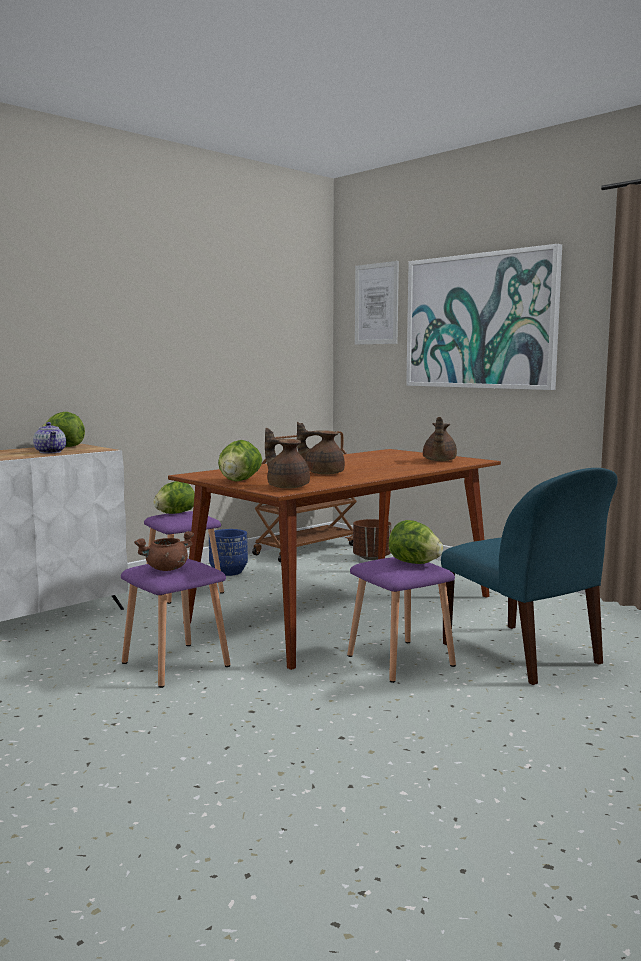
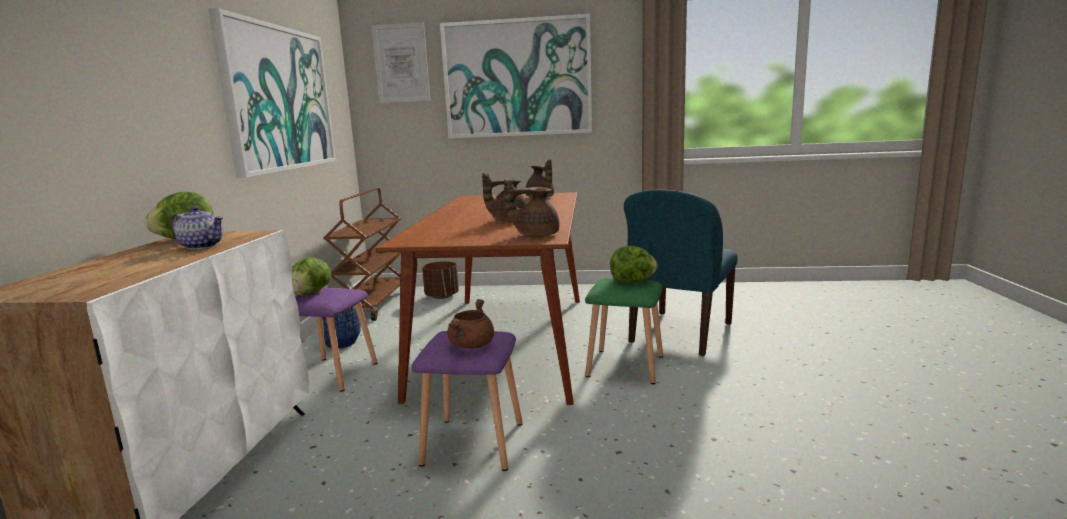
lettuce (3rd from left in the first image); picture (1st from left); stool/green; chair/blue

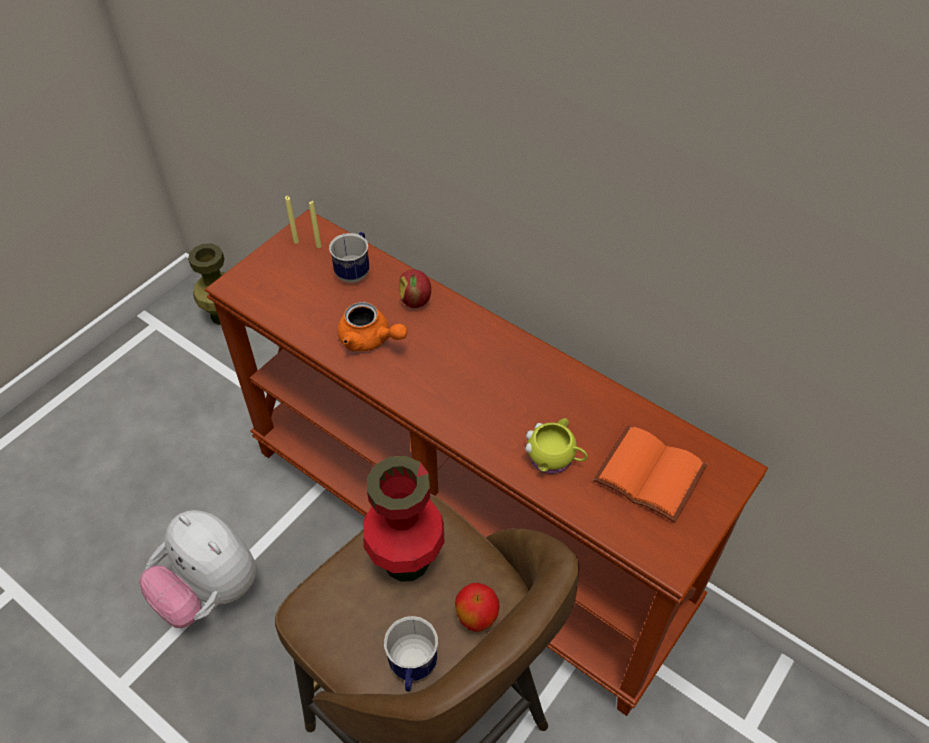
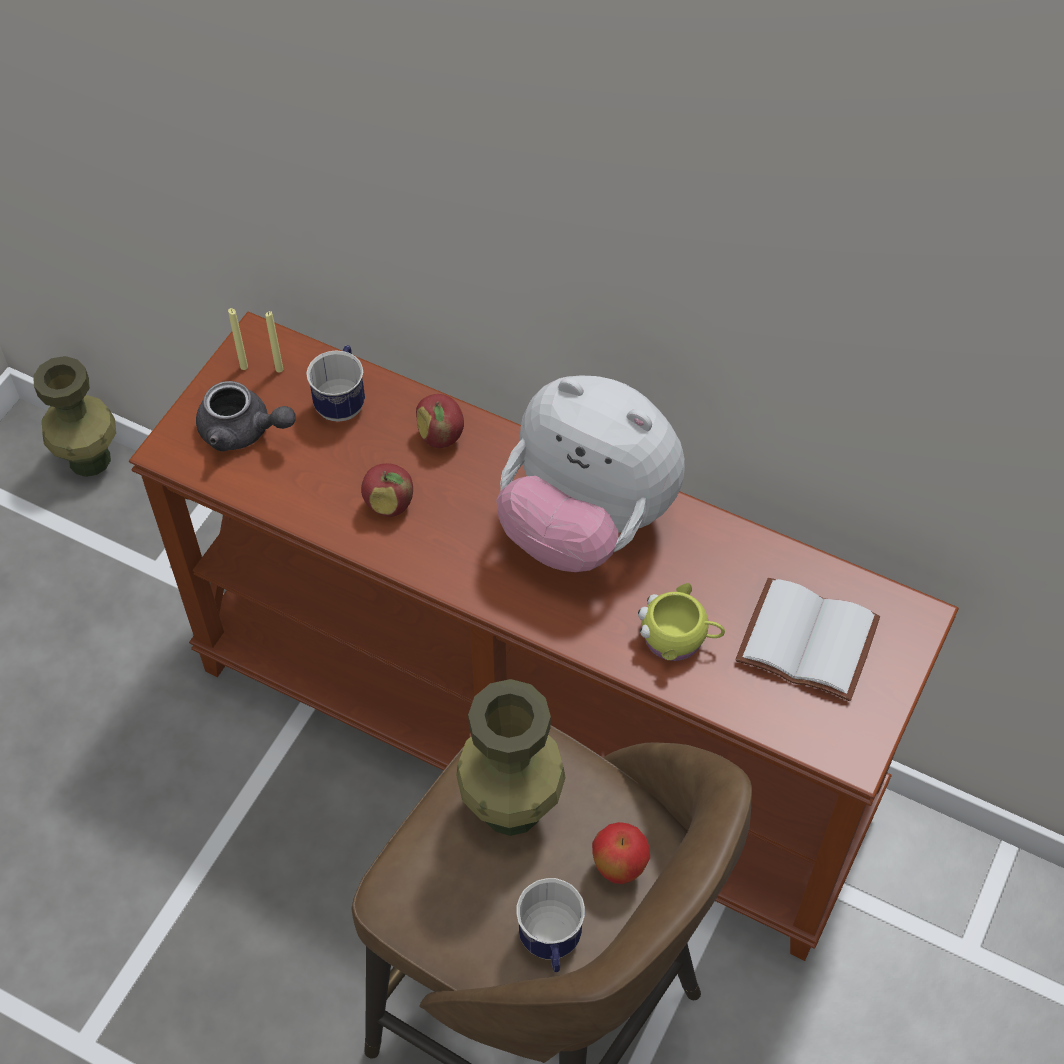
teapot/grey; plush toy; apple (1st from left); vase/green (2nd from left); book/white

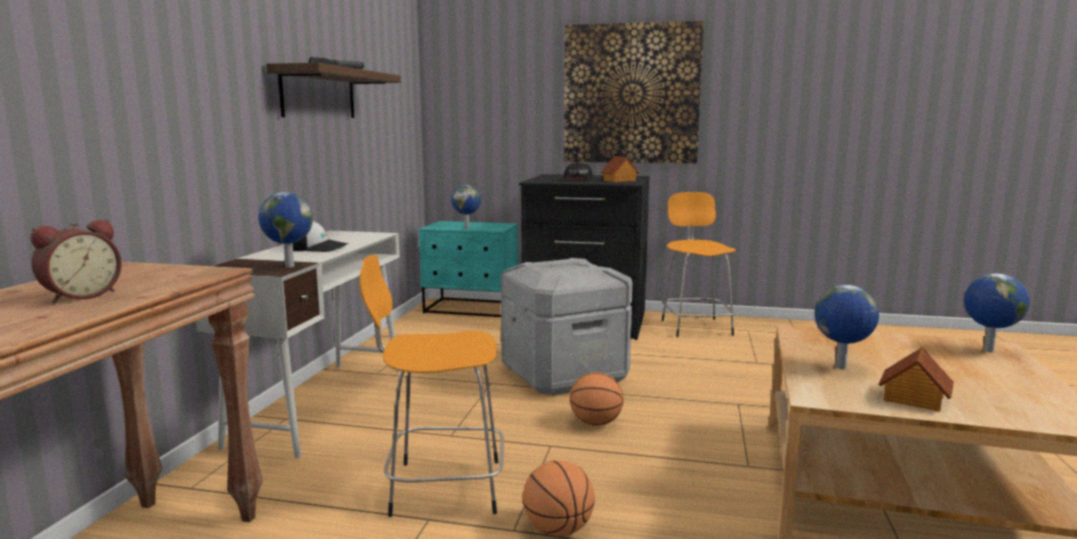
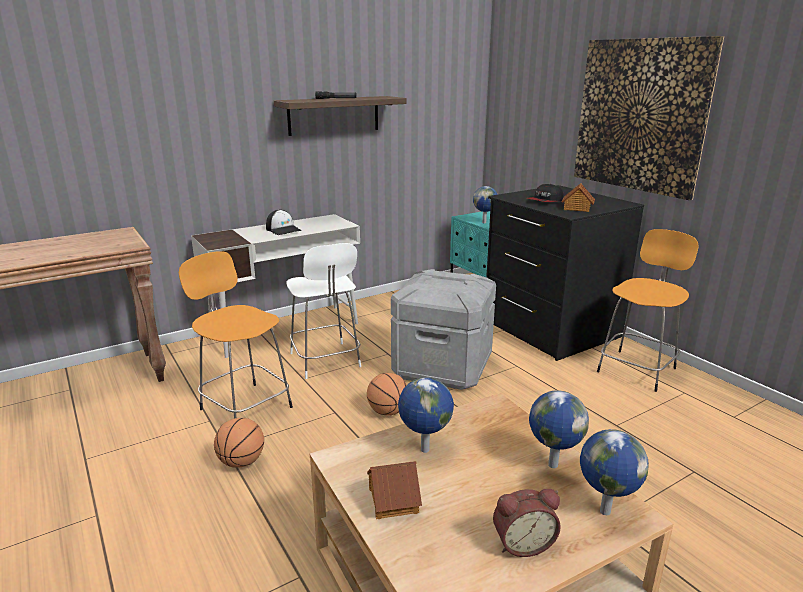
chair/white; alarm clock; globe (3rd from left)

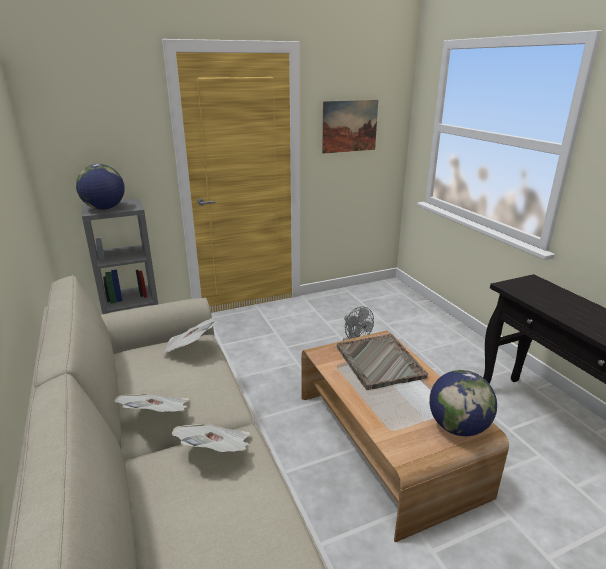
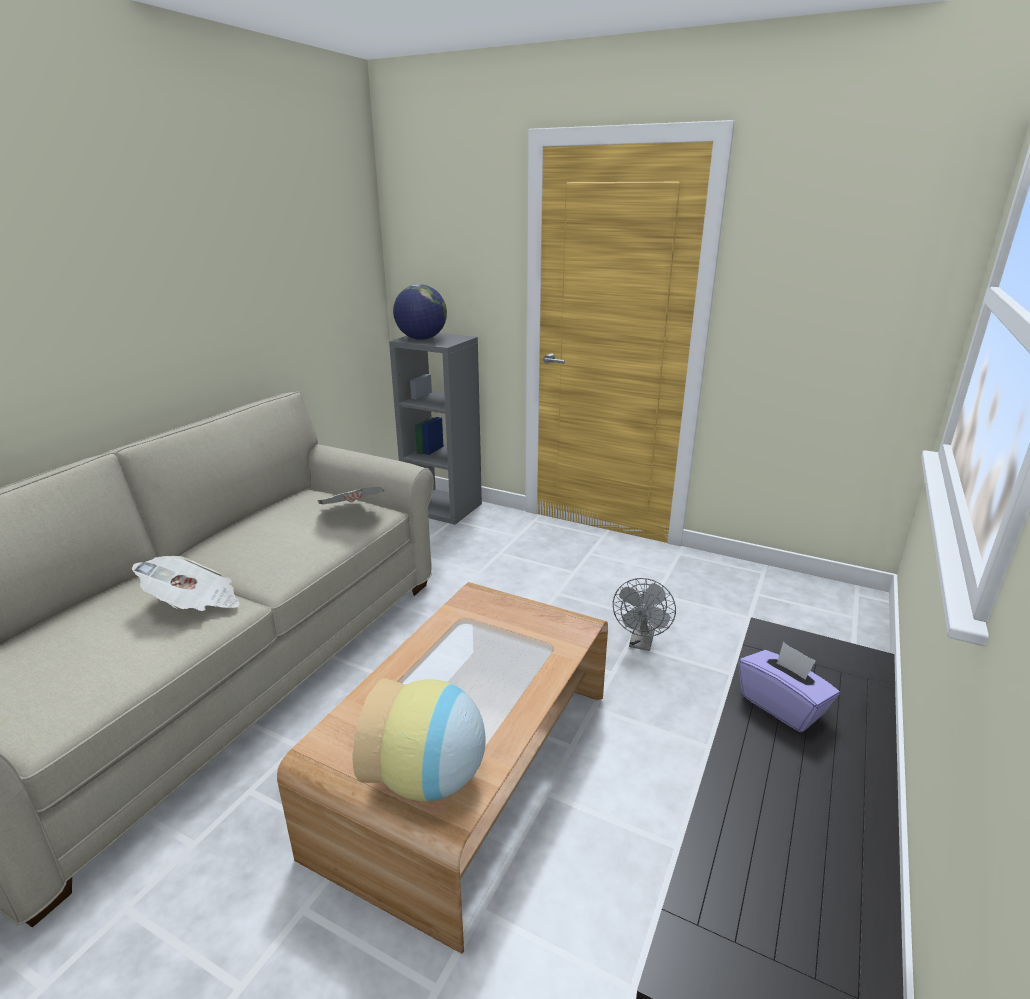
newspaper (1st from left in the first image); picture; tray/grey; tissue box/purple; vase

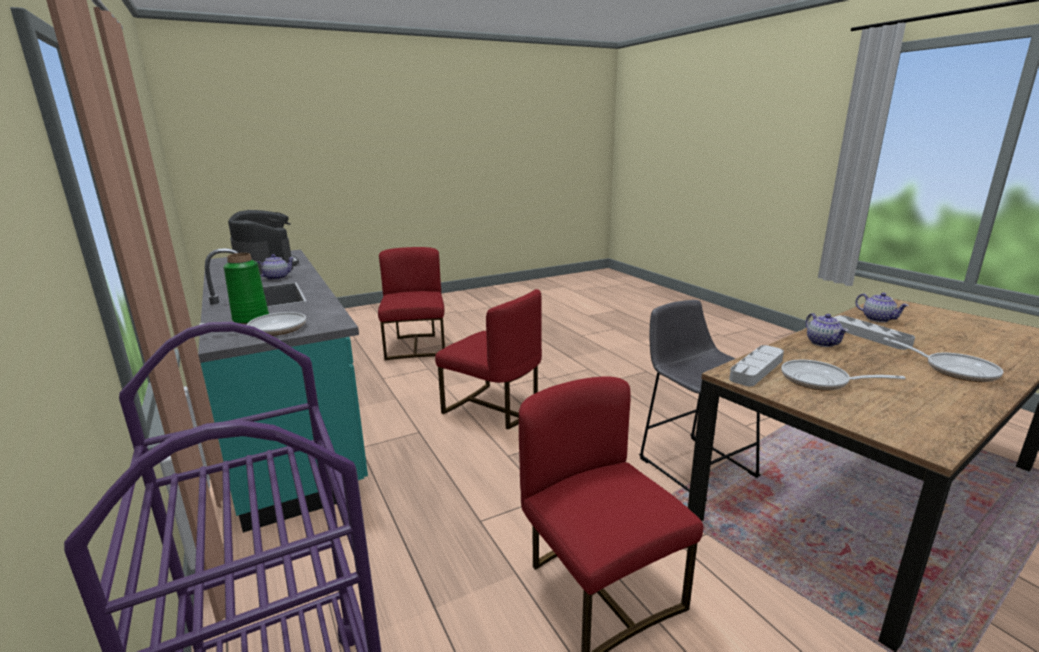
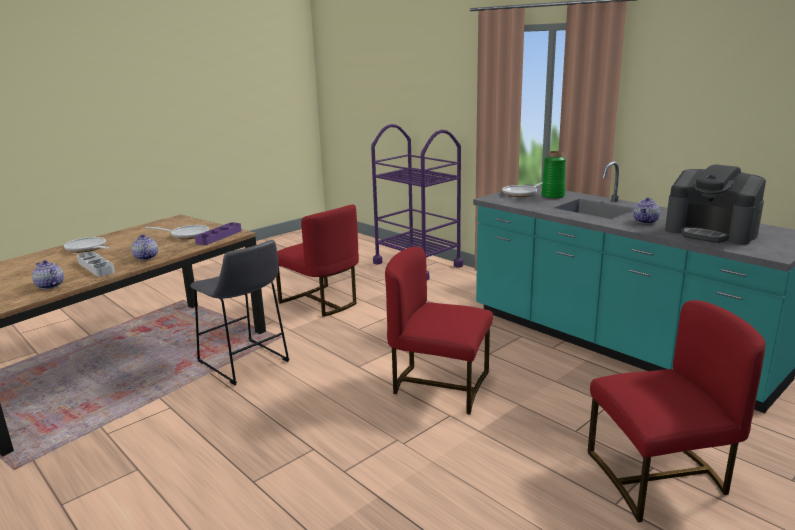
tray/purple; chair/red (3rd from left)

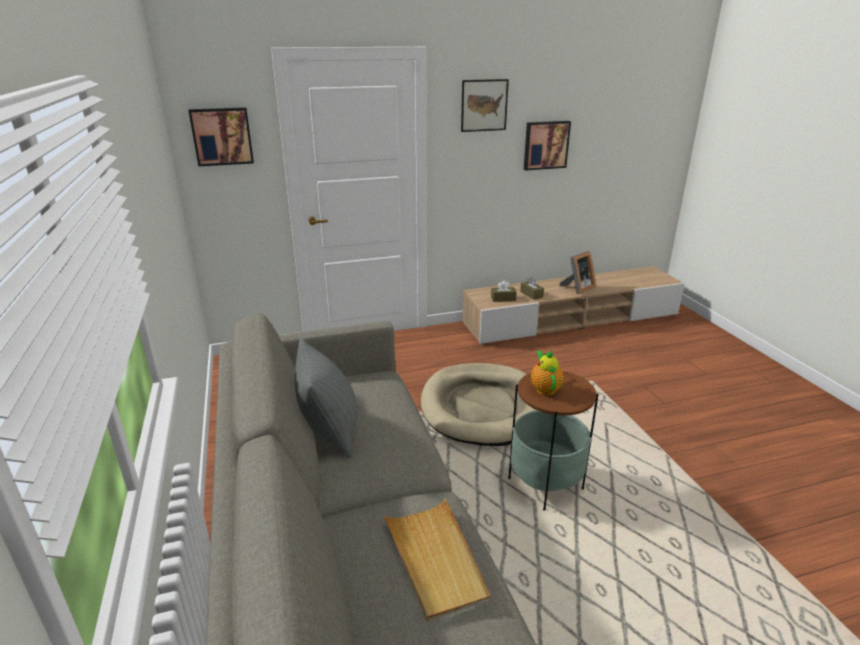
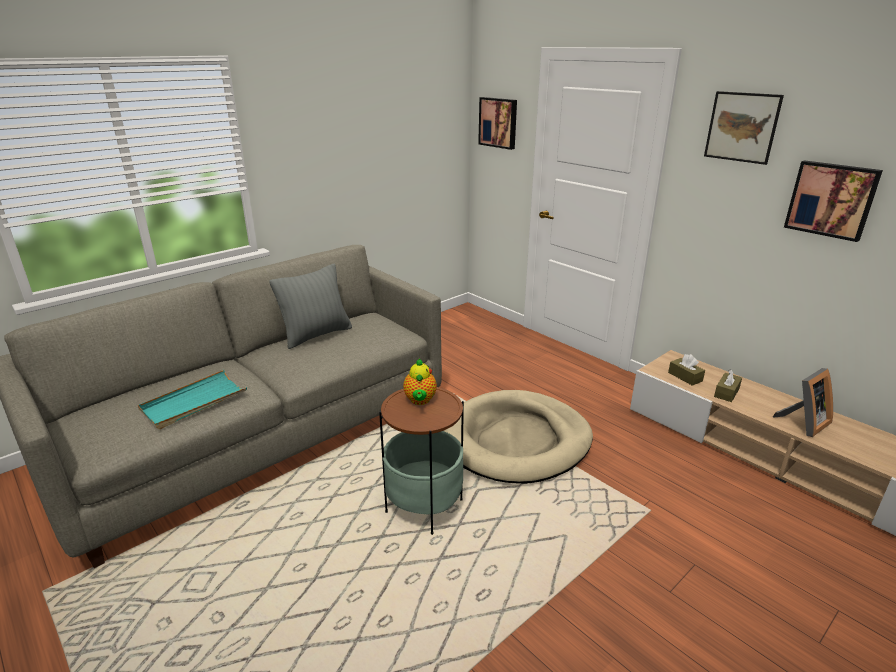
tray/turquoise; teapot; picture frame

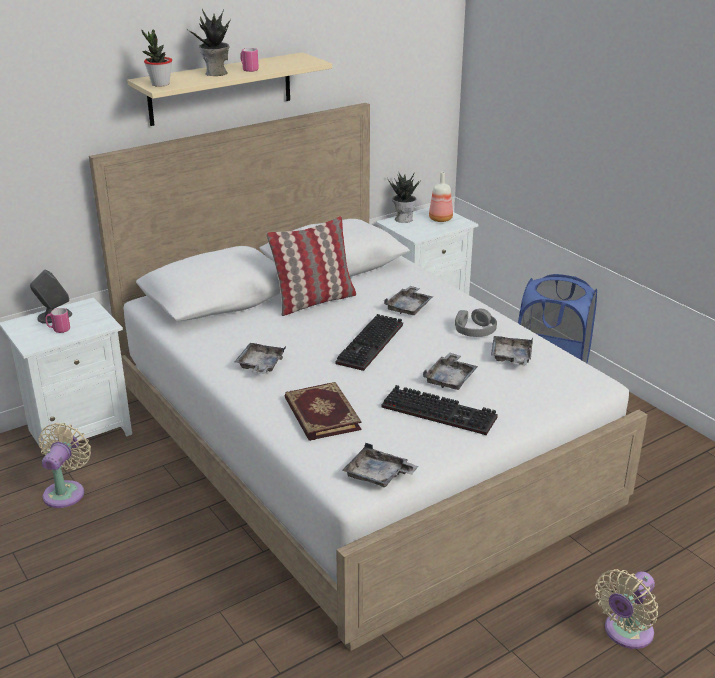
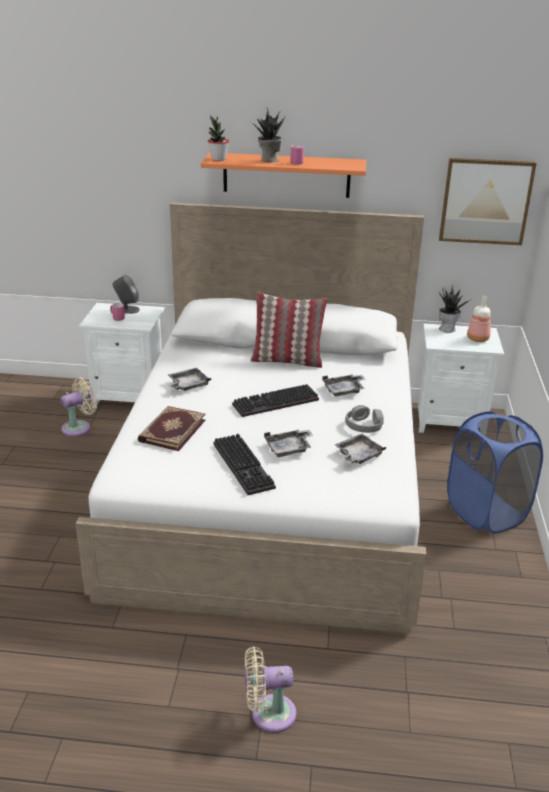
tray/grey (2nd from left in the first image); picture; shelf/orange

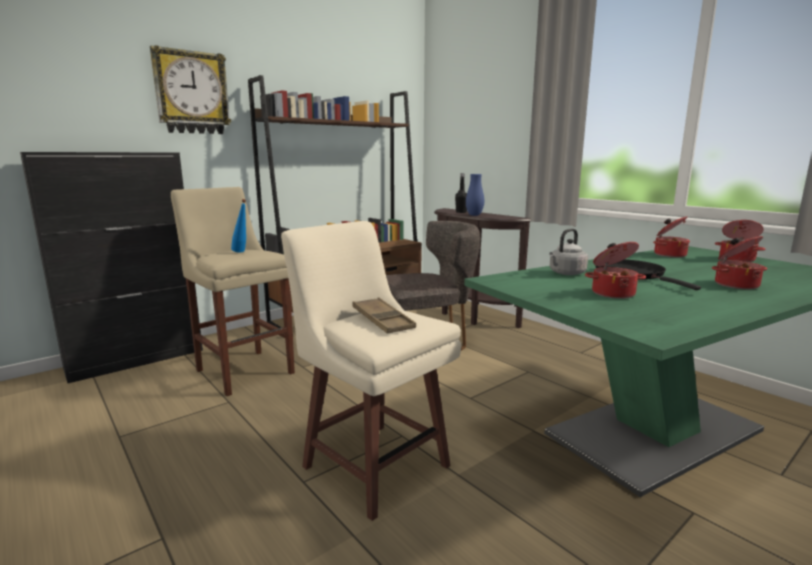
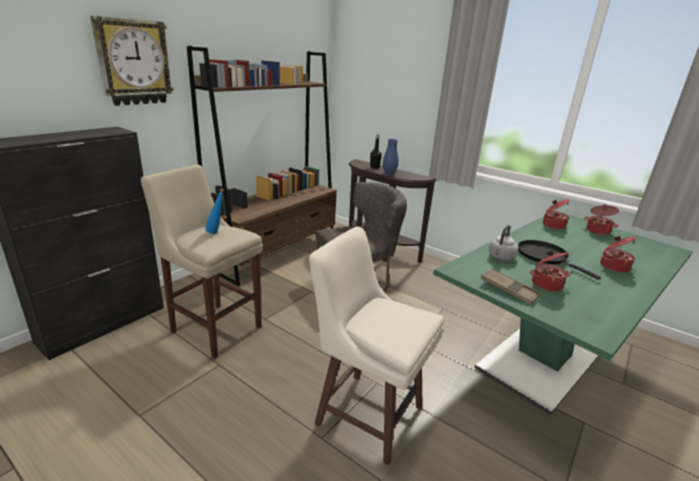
tray/brown

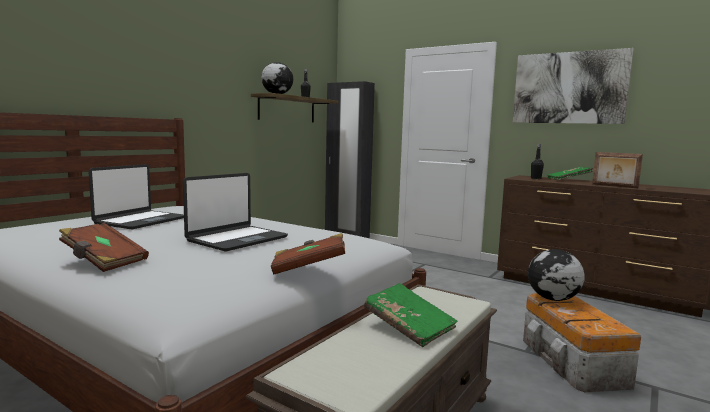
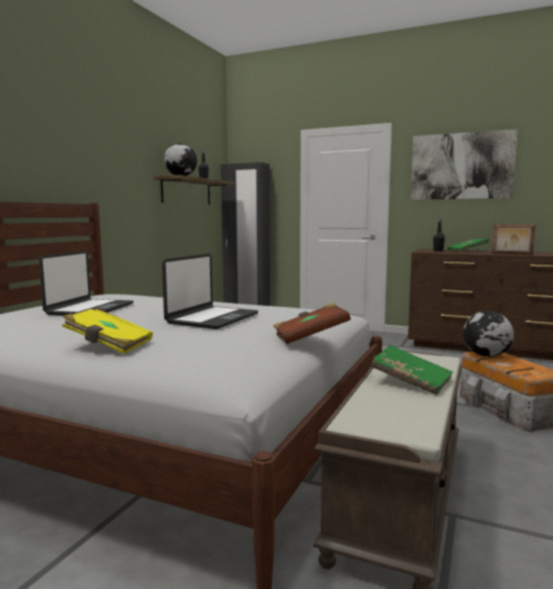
book/yellow

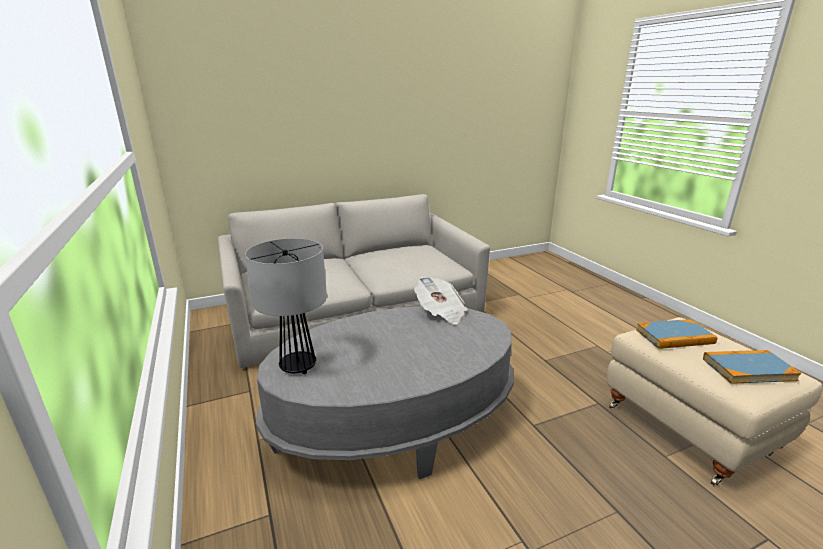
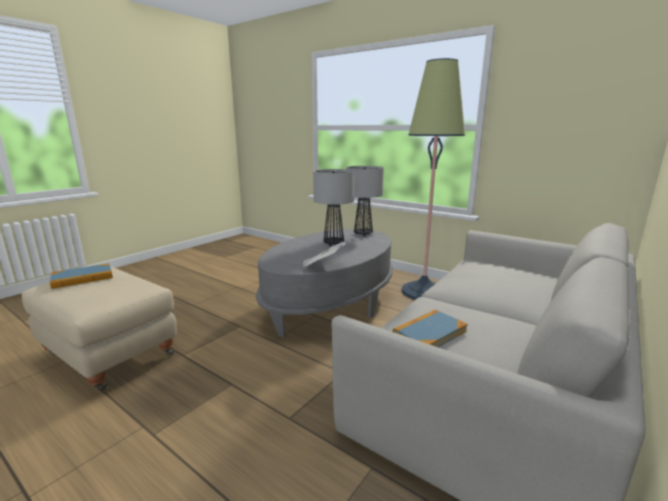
table lamp (1st from left); floor lamp; book (2nd from left)

